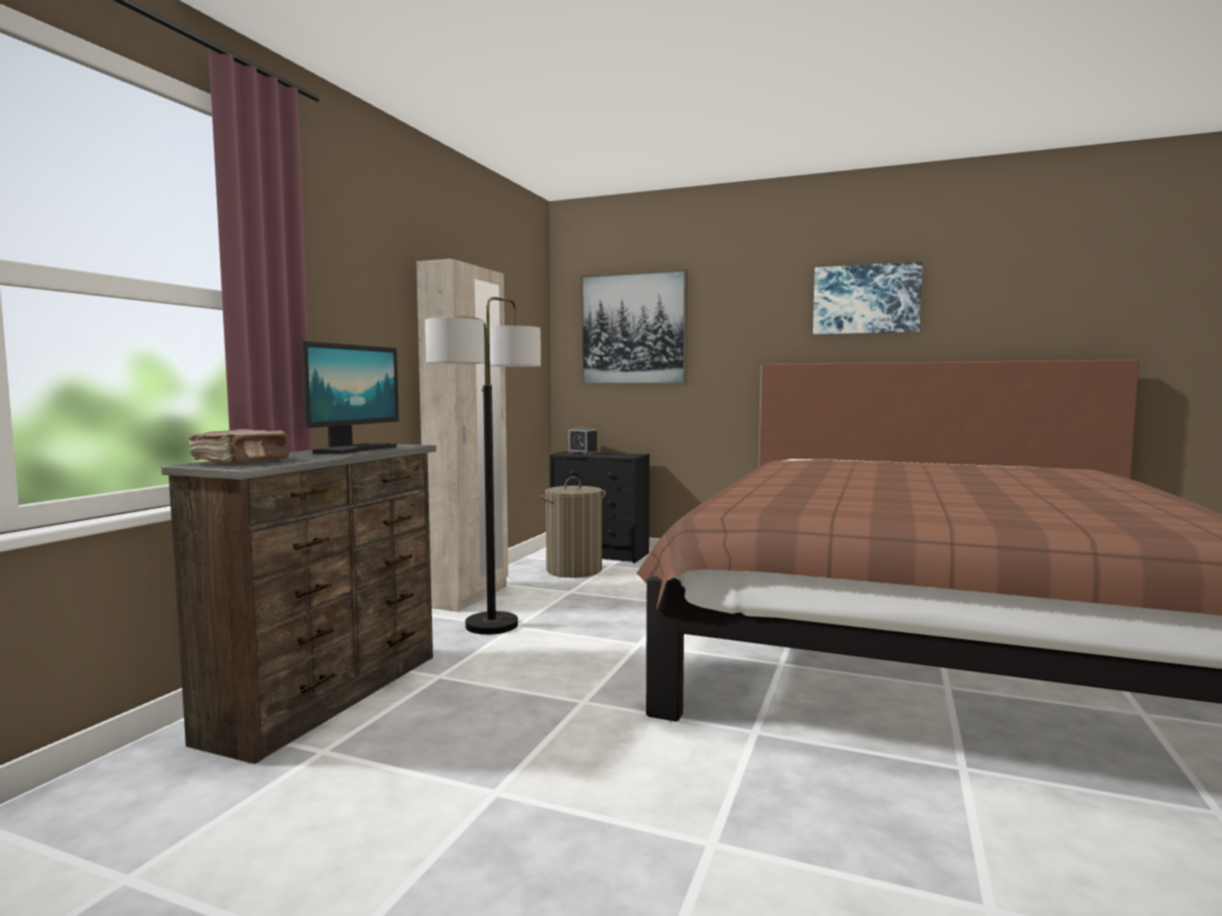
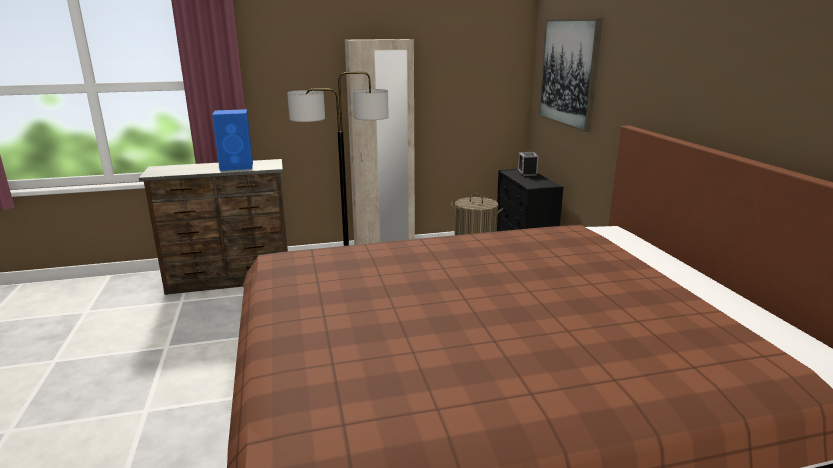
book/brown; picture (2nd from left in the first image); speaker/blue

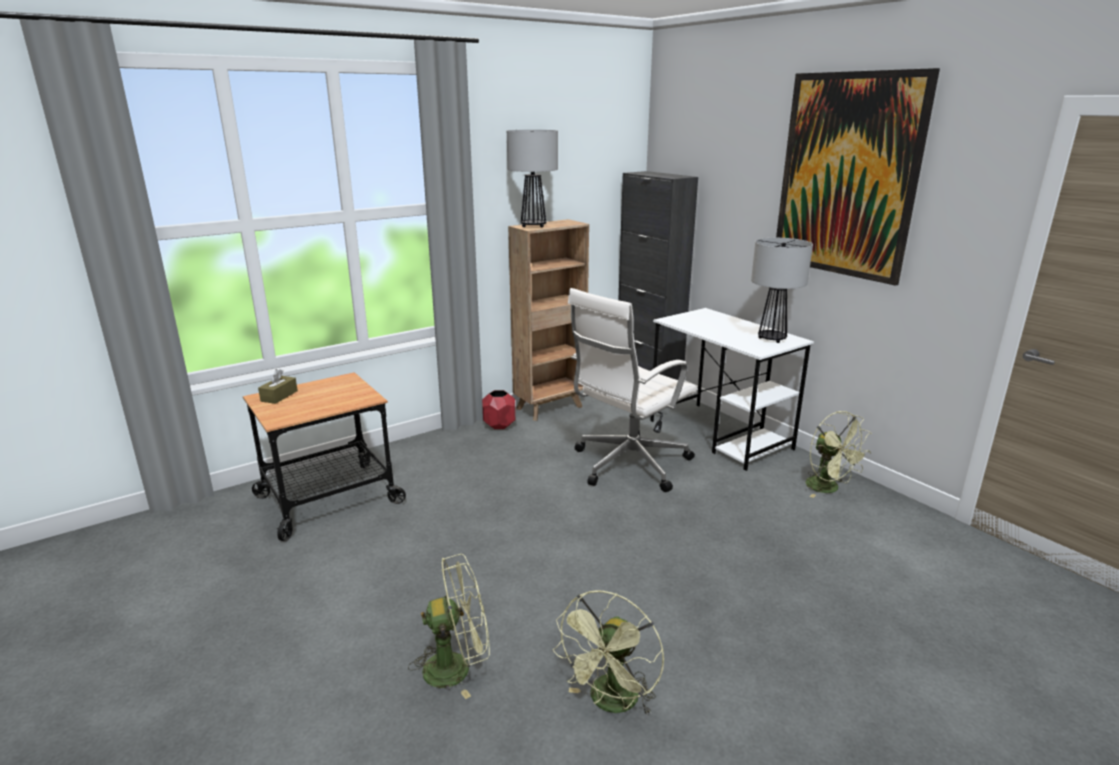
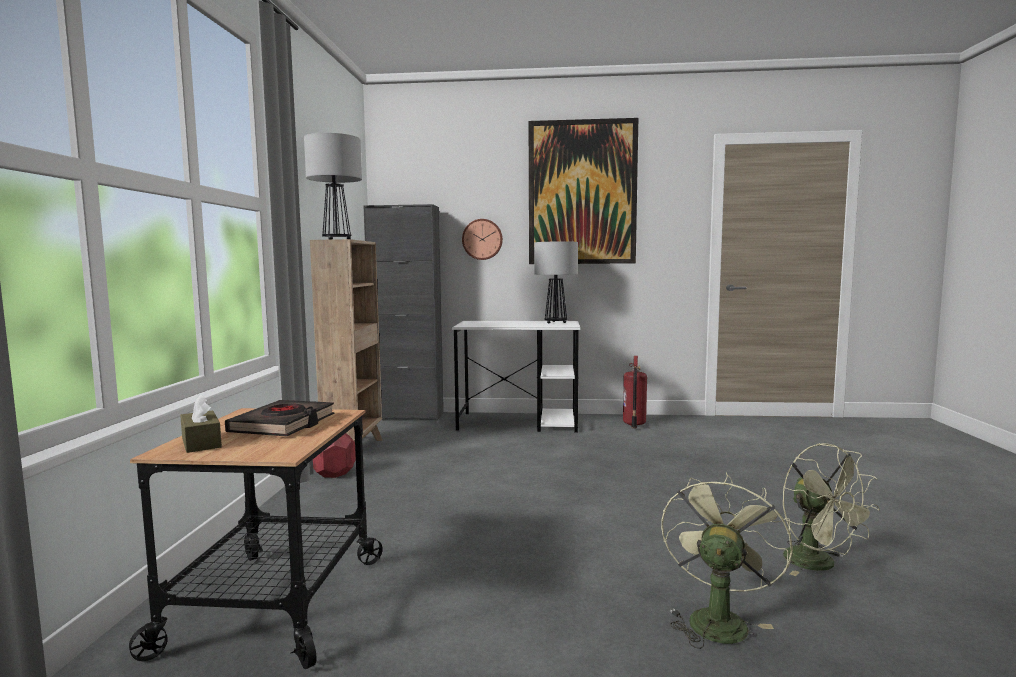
office chair/white; book/black; wall clock; fire extinguisher

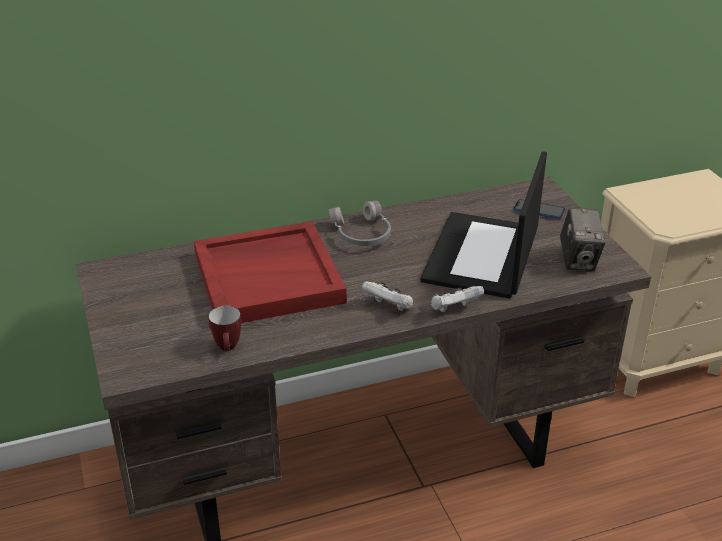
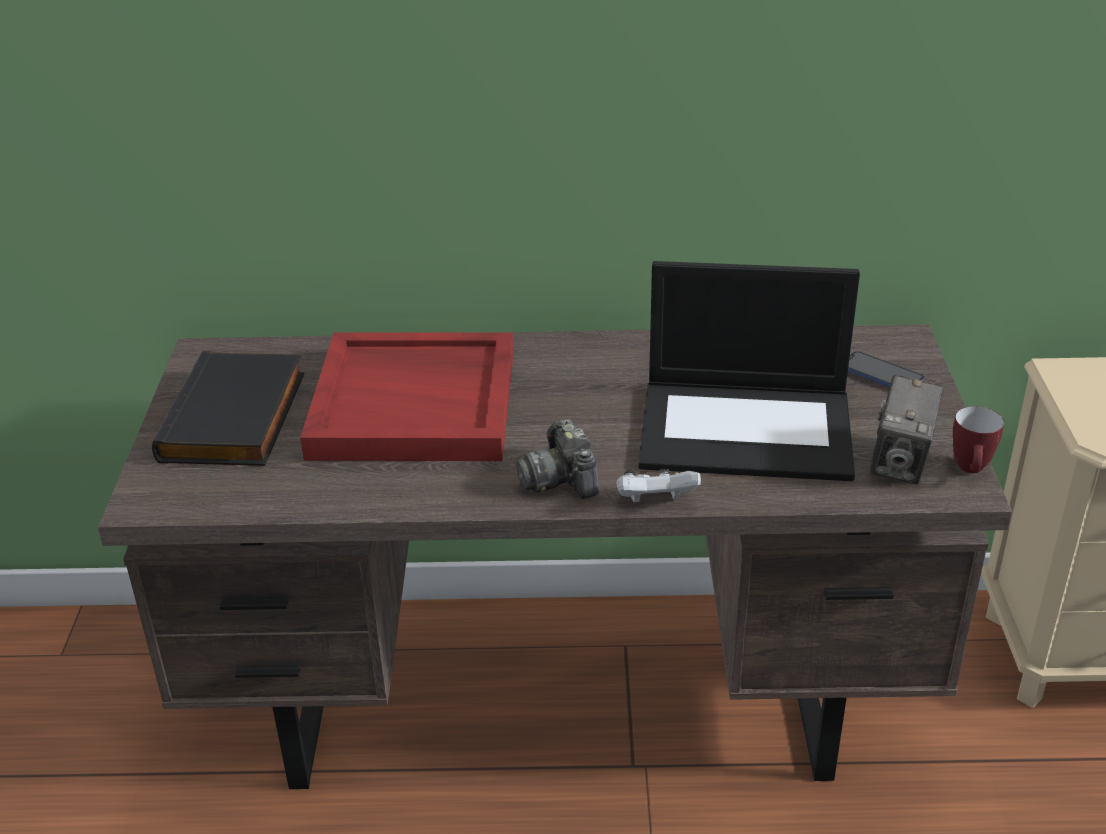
headphones/grey; book/black; mug; photo camera (1st from left); laptop

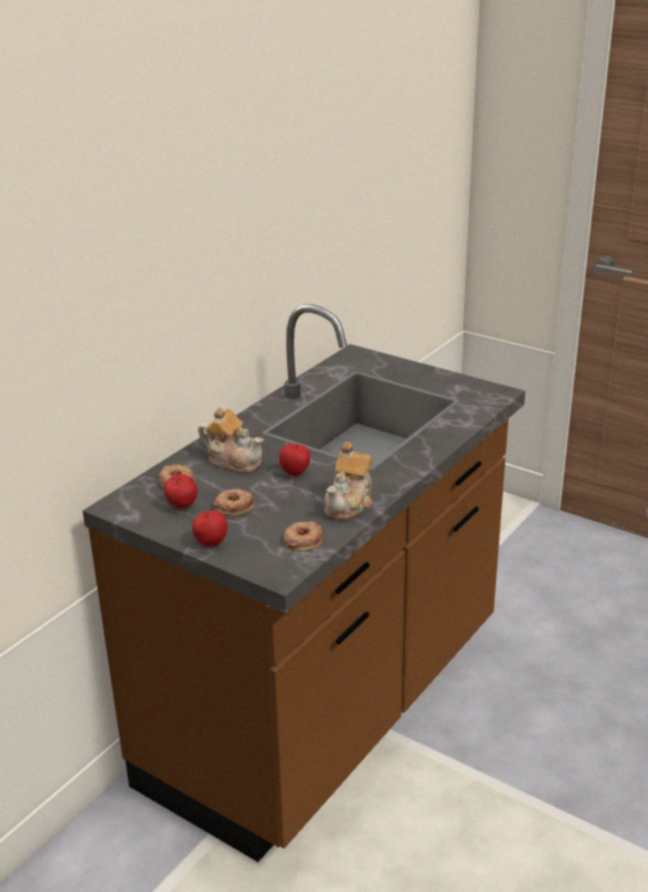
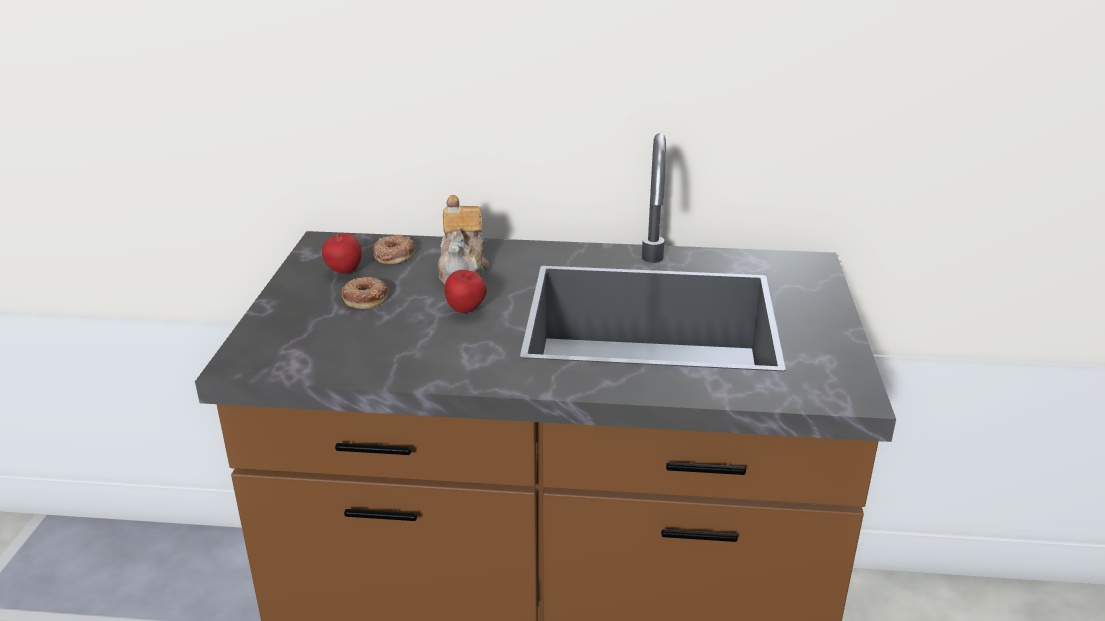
apple (2nd from left in the first image); donut (3rd from left in the first image); teapot (2nd from left in the first image)

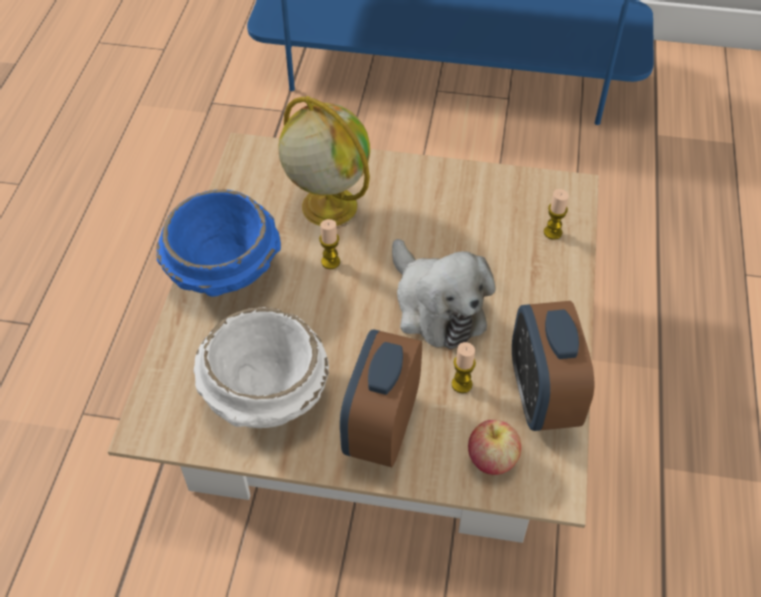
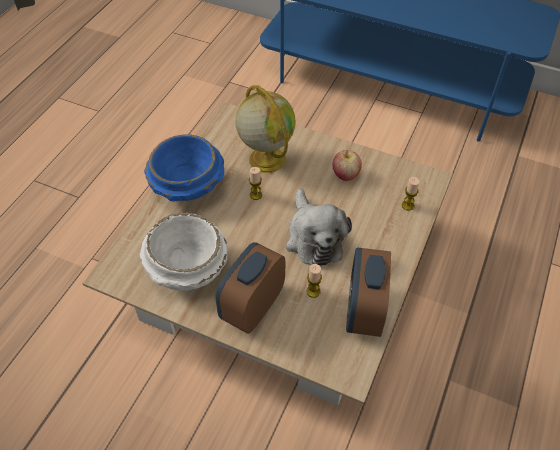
apple

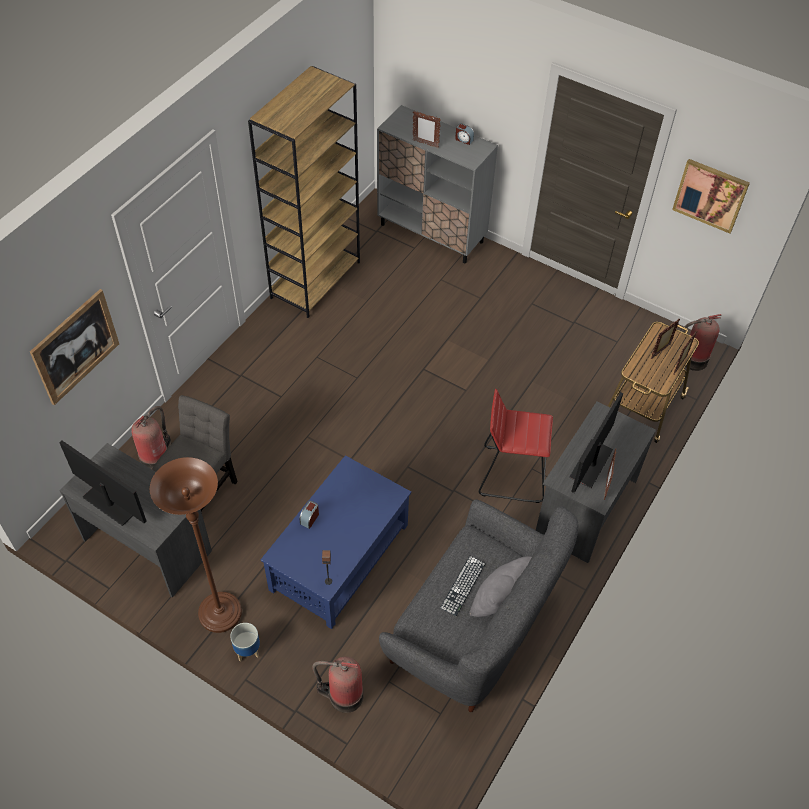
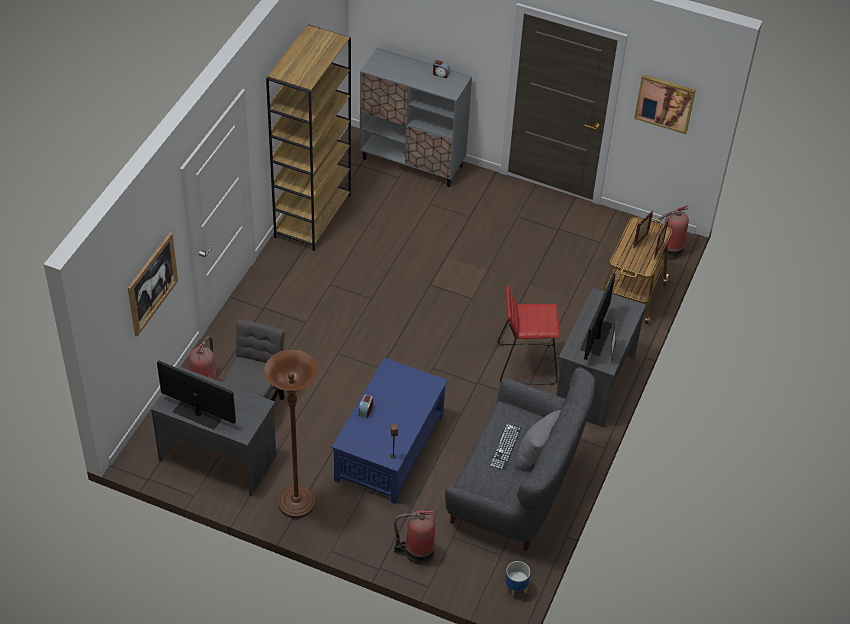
picture frame (1st from left in the first image); planter

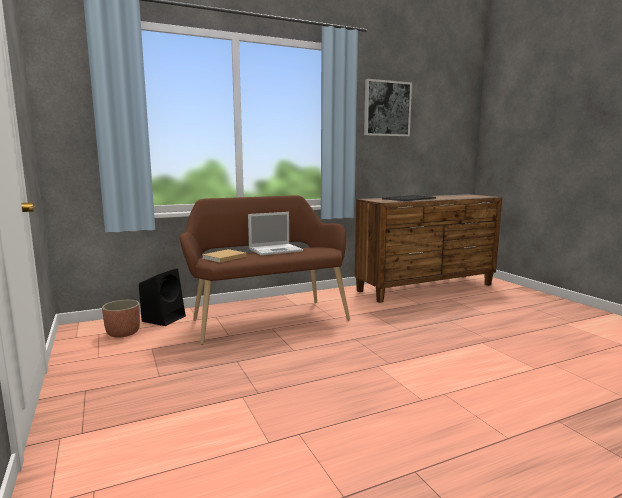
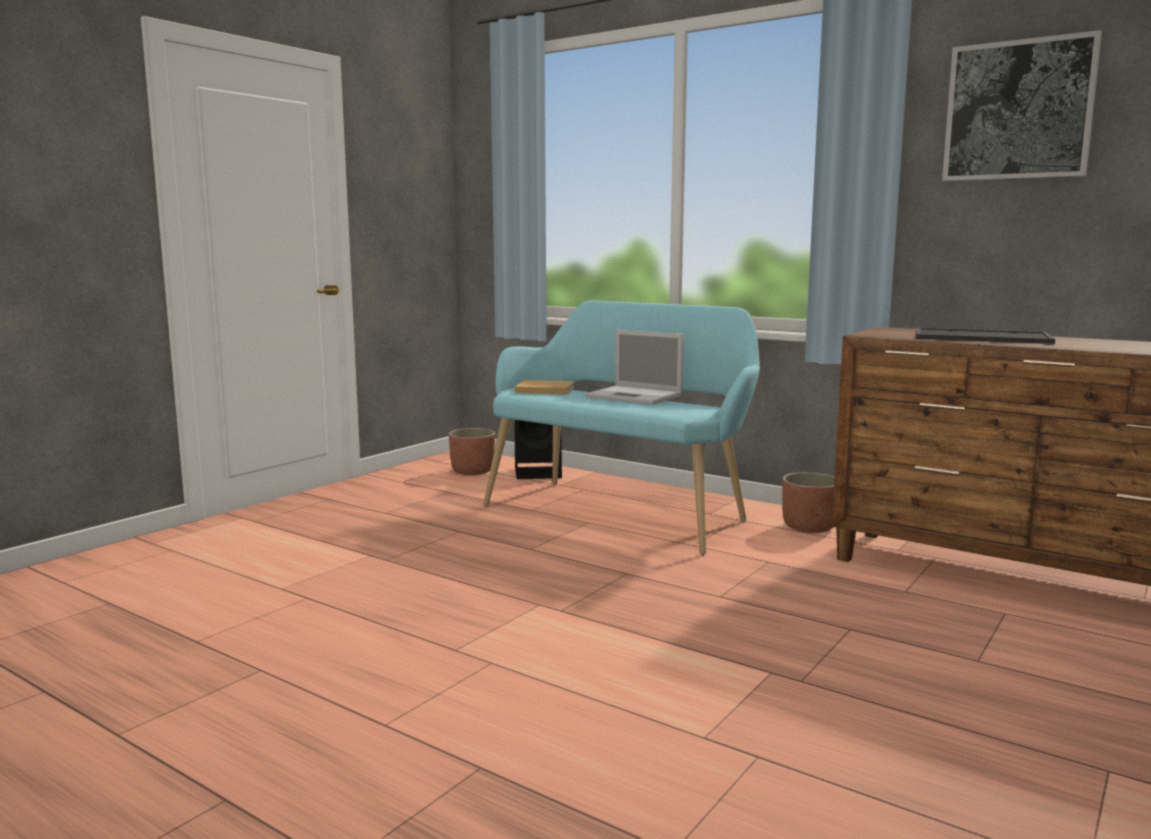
planter (2nd from left); bench/turquoise

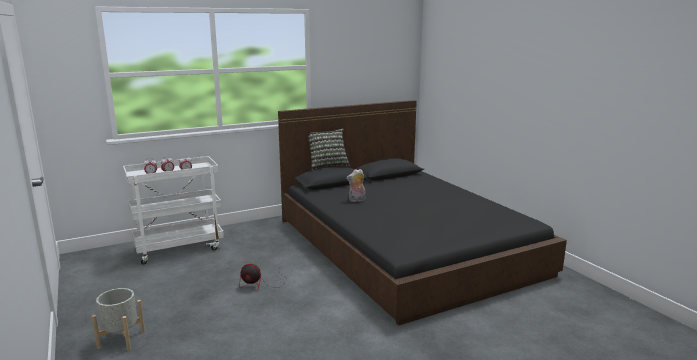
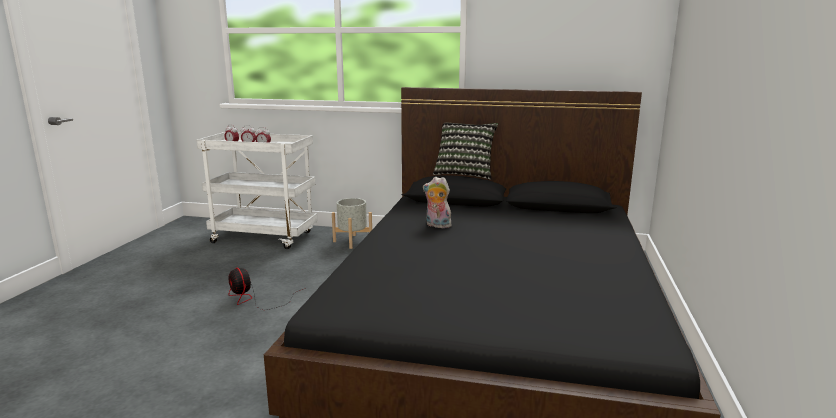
planter/grey

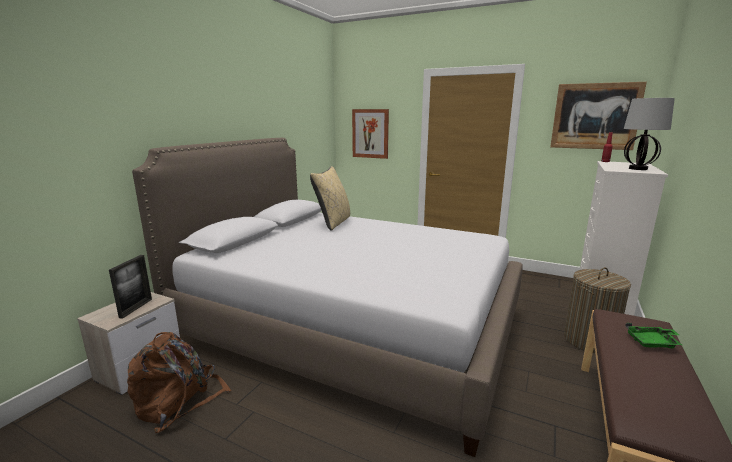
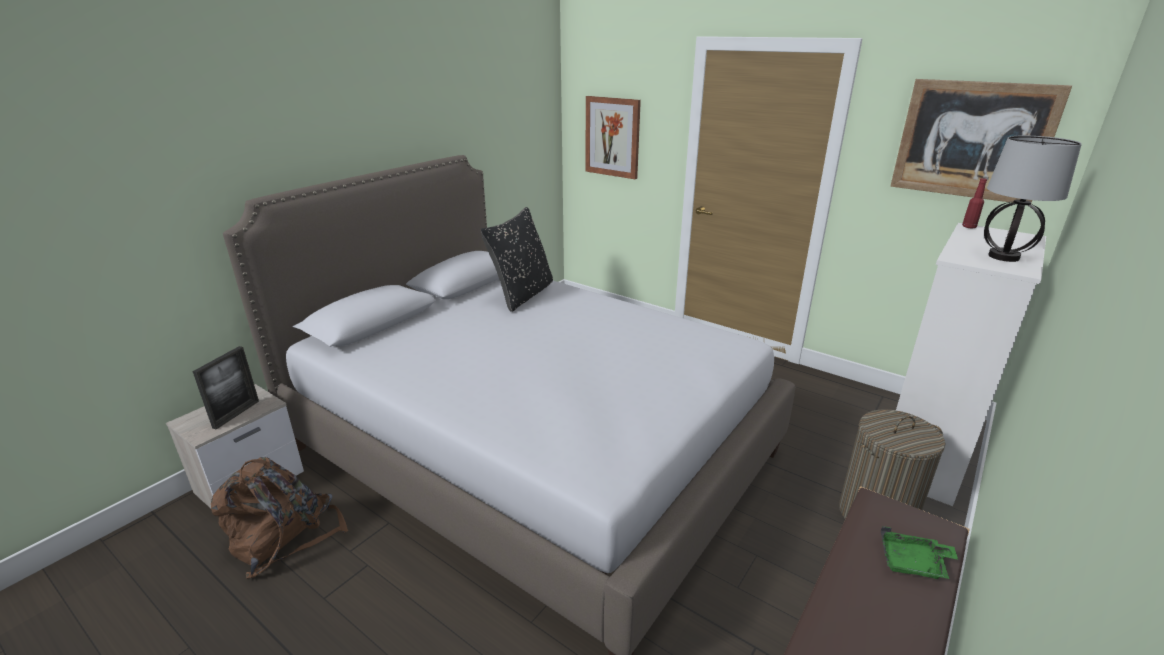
pillow/black

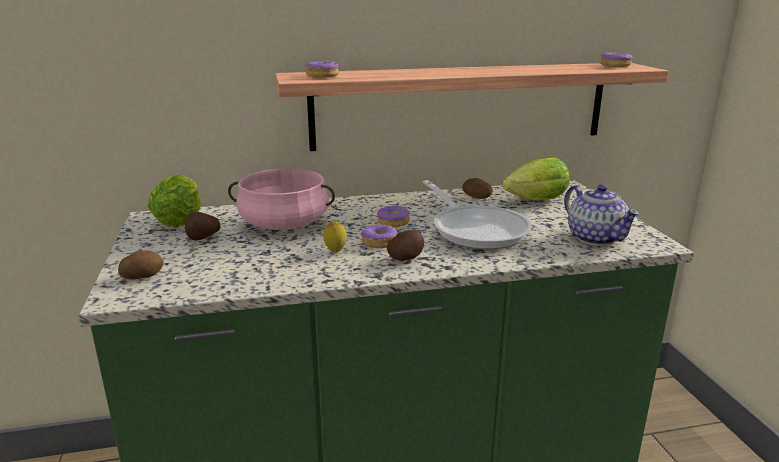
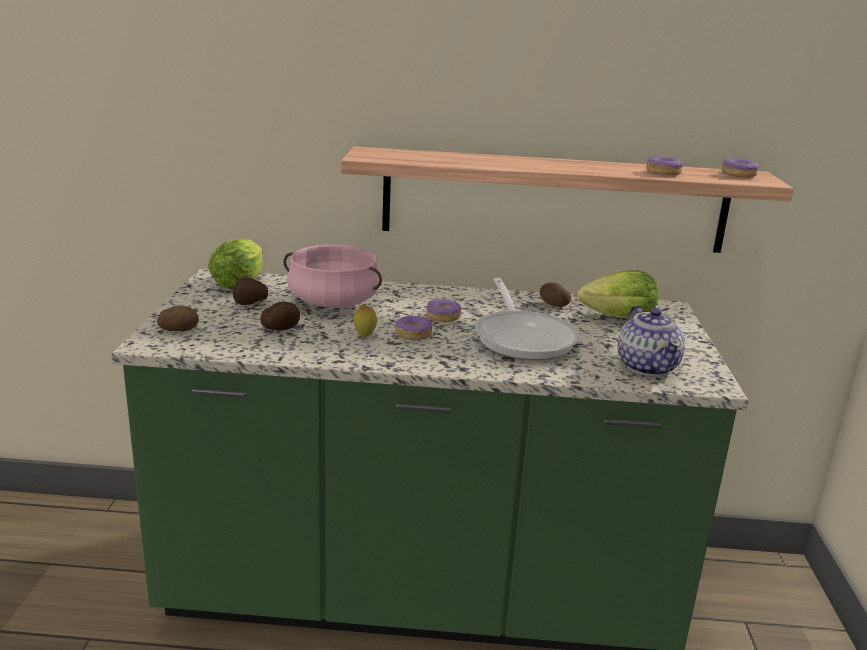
donut (3rd from left); potato (3rd from left)

